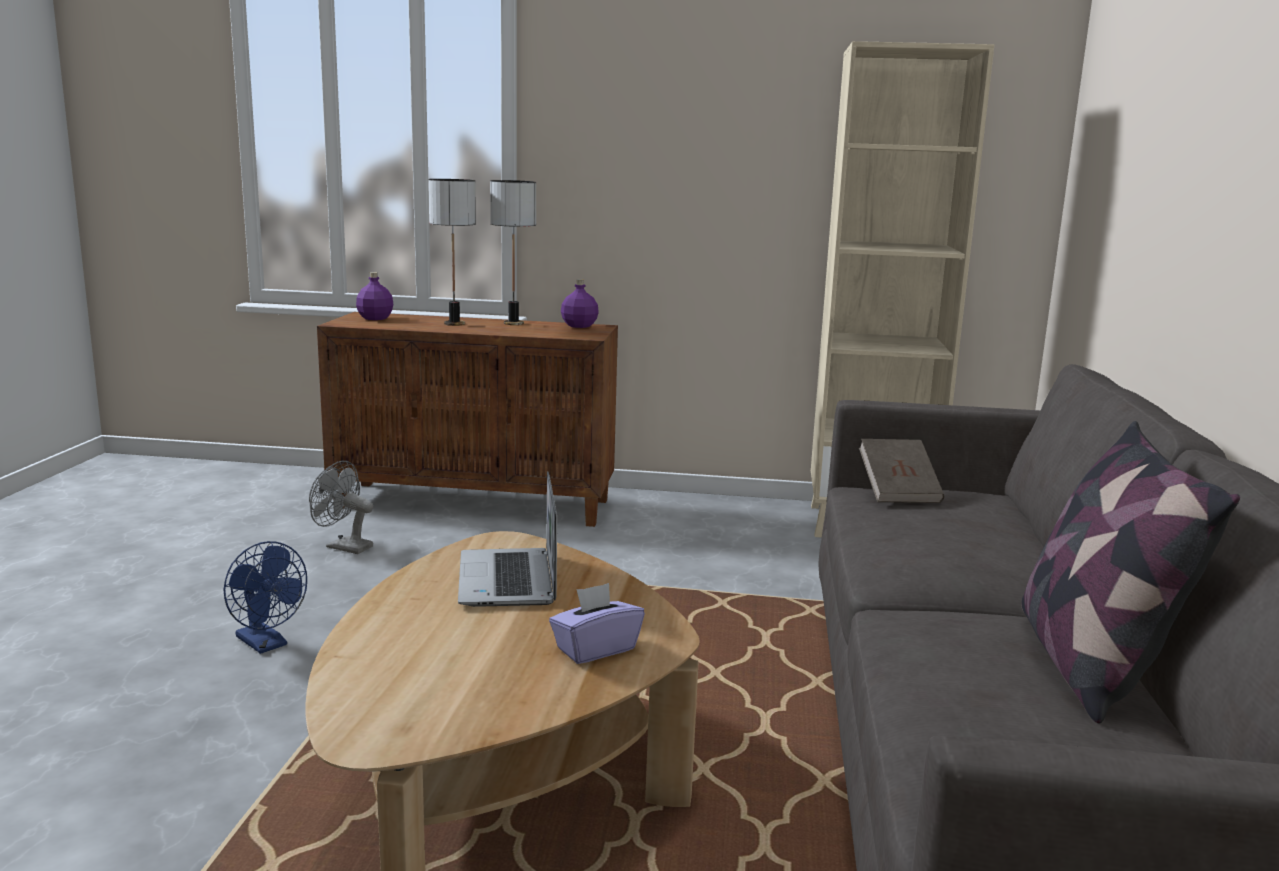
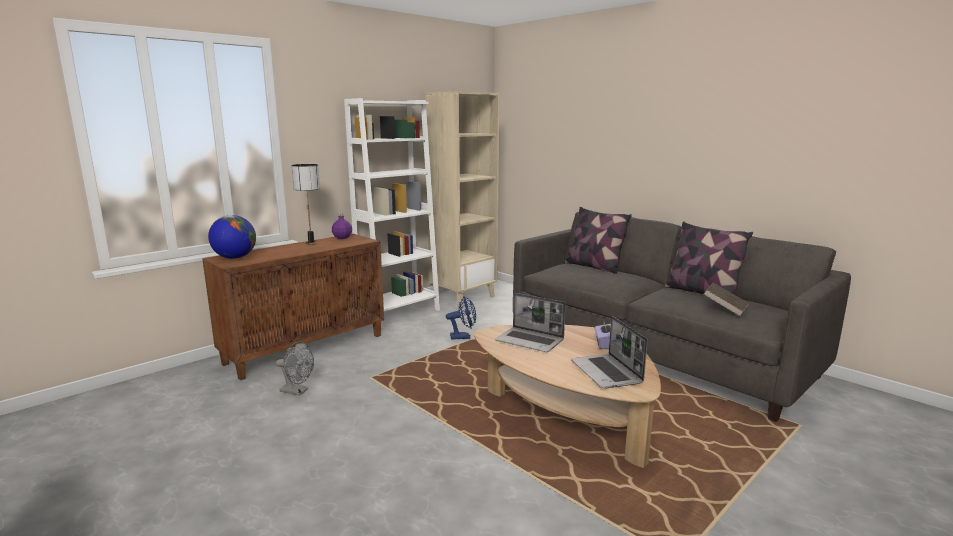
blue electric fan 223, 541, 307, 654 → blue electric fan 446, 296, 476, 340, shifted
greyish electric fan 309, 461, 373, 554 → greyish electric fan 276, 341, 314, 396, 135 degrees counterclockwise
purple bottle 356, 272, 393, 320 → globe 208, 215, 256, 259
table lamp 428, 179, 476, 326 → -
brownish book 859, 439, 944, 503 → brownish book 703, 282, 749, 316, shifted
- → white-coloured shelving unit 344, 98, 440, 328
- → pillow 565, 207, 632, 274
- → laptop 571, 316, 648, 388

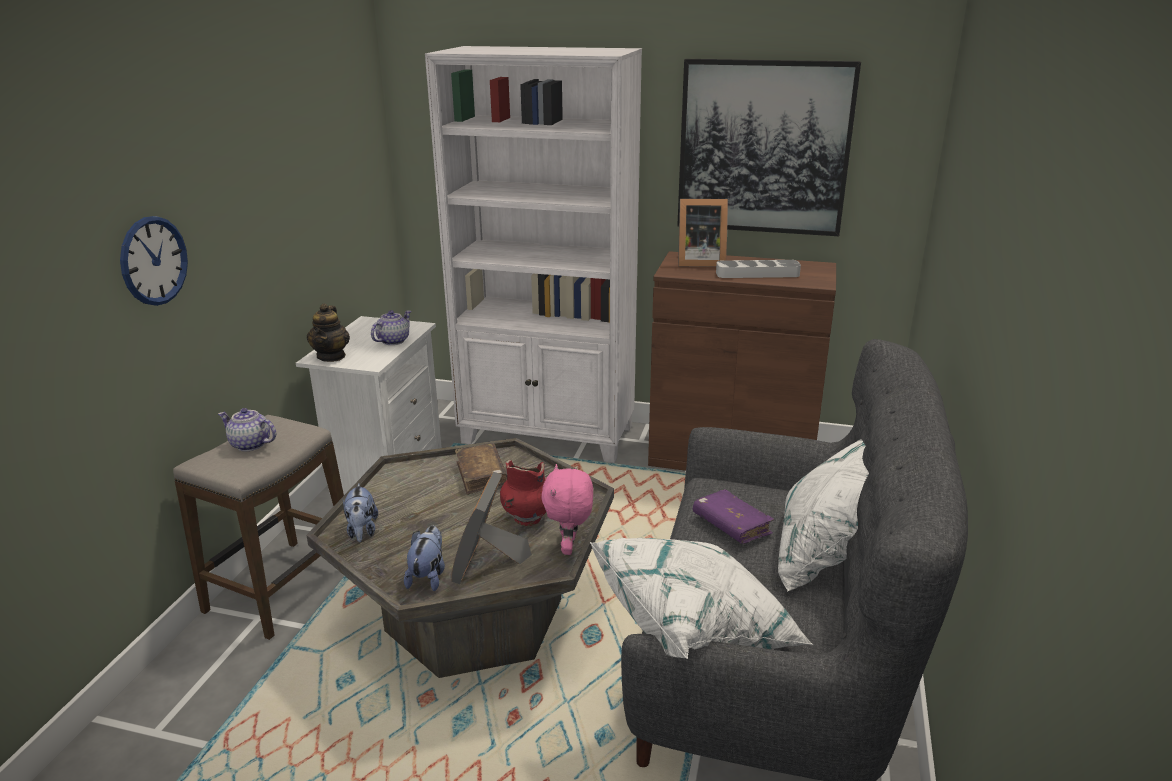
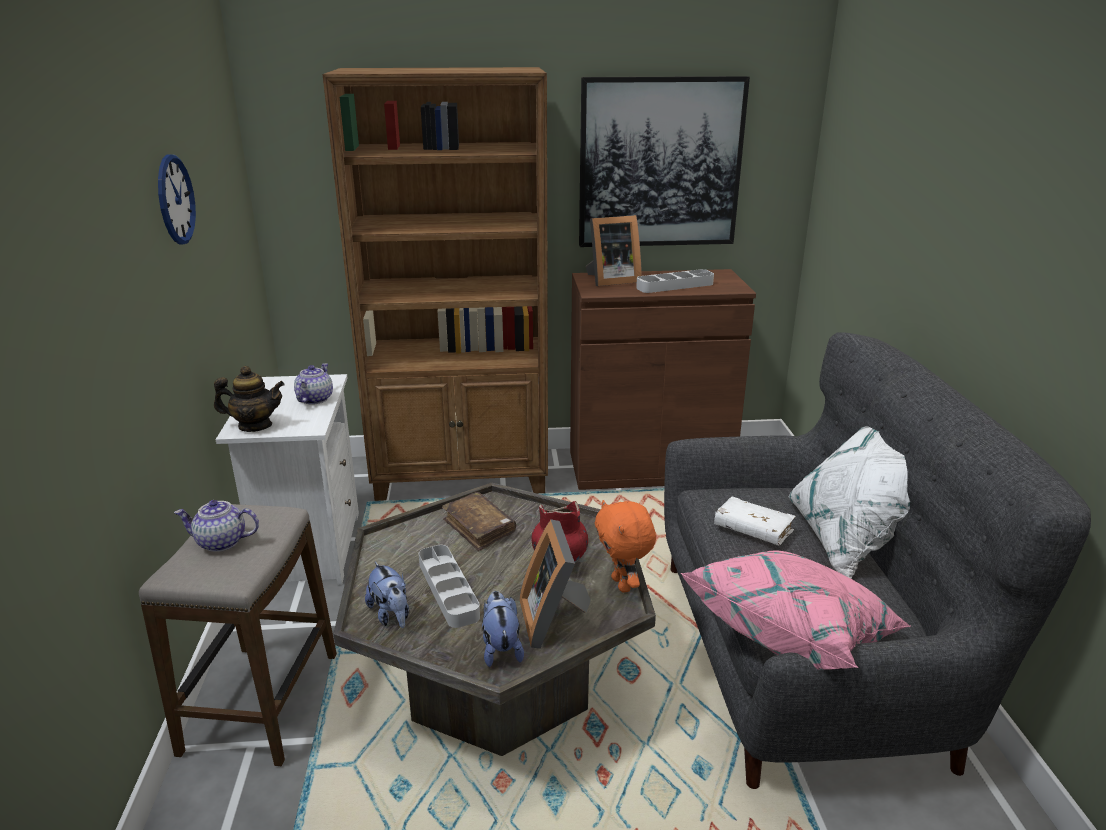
clock on the wall 120, 216, 188, 306 → clock on the wall 158, 155, 196, 245, shifted
tea pot 307, 303, 350, 362 → tea pot 214, 366, 285, 432, 75 degrees counterclockwise
white-coloured shelving unit 425, 46, 642, 463 → brownish shelving unit 322, 67, 548, 501
pink plush toy 541, 464, 593, 555 → orange plush toy 595, 500, 656, 592
white-coloured pillow 590, 538, 813, 659 → pink pillow 680, 551, 911, 670
purple book 693, 489, 774, 544 → white-coloured book 714, 496, 796, 545
- → greyish carrying tray 419, 545, 480, 628

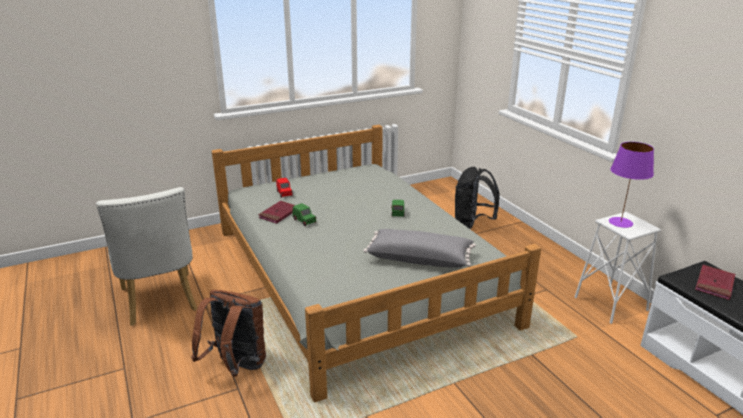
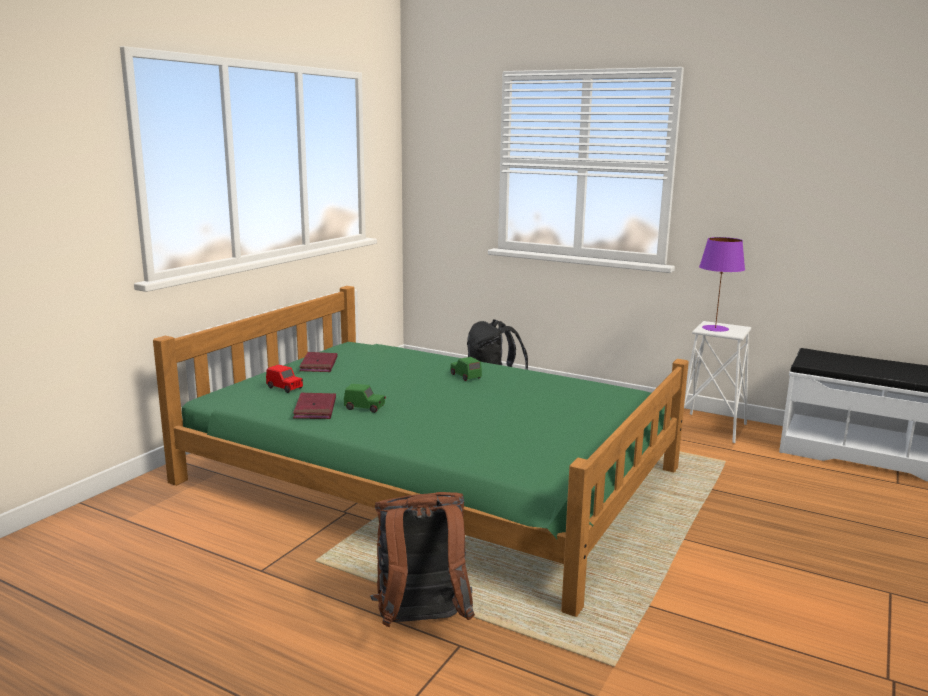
white-coloured upright chair 96, 187, 197, 326 → -
greyish bedroom bed 212, 125, 541, 402 → green bedroom bed 153, 286, 689, 617
greyish pillow 363, 229, 476, 268 → -
red book 695, 265, 735, 300 → red book 299, 352, 337, 372, shifted

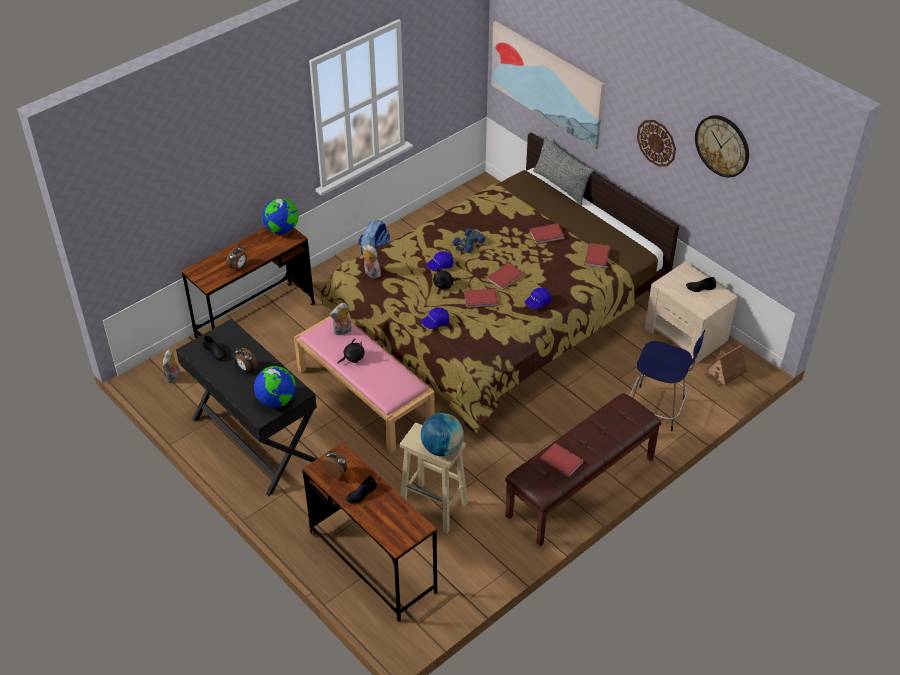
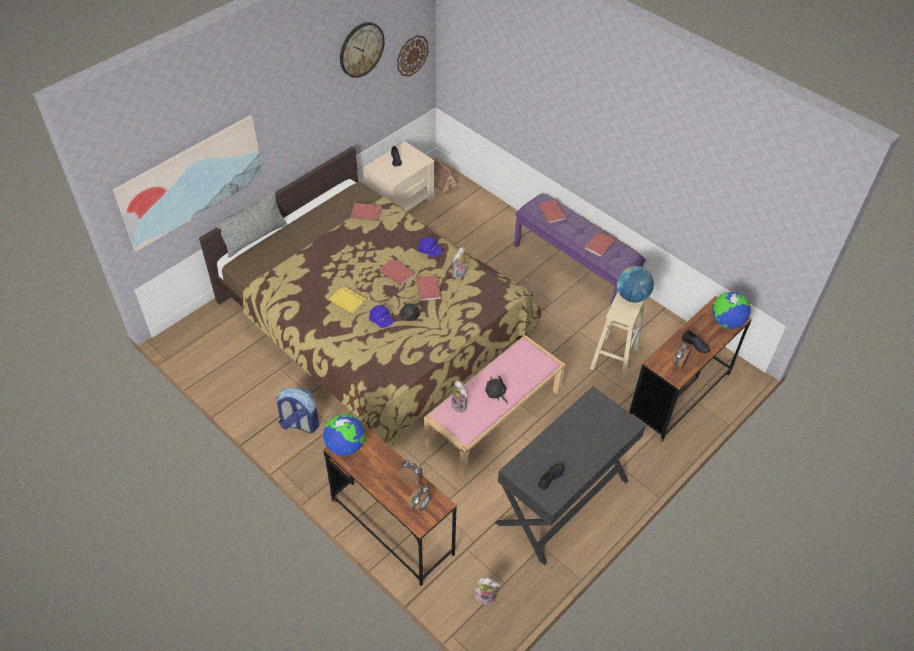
bedside clock 235, 346, 258, 372 → bedside clock 408, 485, 431, 512, shifted
globe 254, 366, 296, 408 → globe 712, 292, 751, 329, shifted
plush toy 362, 245, 381, 278 → plush toy 452, 247, 467, 278, shifted
blue baseball cap 421, 307, 449, 329 → -
blue model car 453, 228, 486, 253 → yellowish book 329, 286, 366, 314
brownish bench 505, 393, 662, 546 → purple bench 514, 194, 646, 307
red book 529, 224, 565, 244 → red book 538, 200, 567, 223, shifted
blue stool 629, 330, 705, 432 → -
clock on the wall 637, 120, 676, 166 → clock on the wall 397, 35, 428, 77, shifted

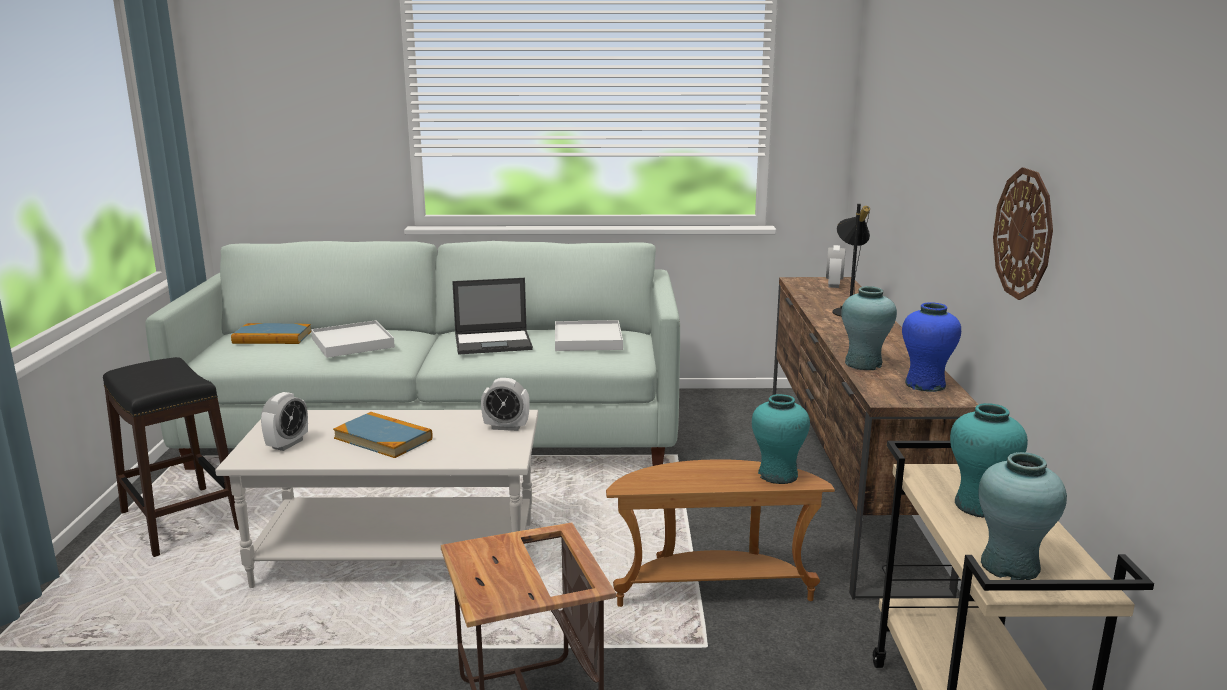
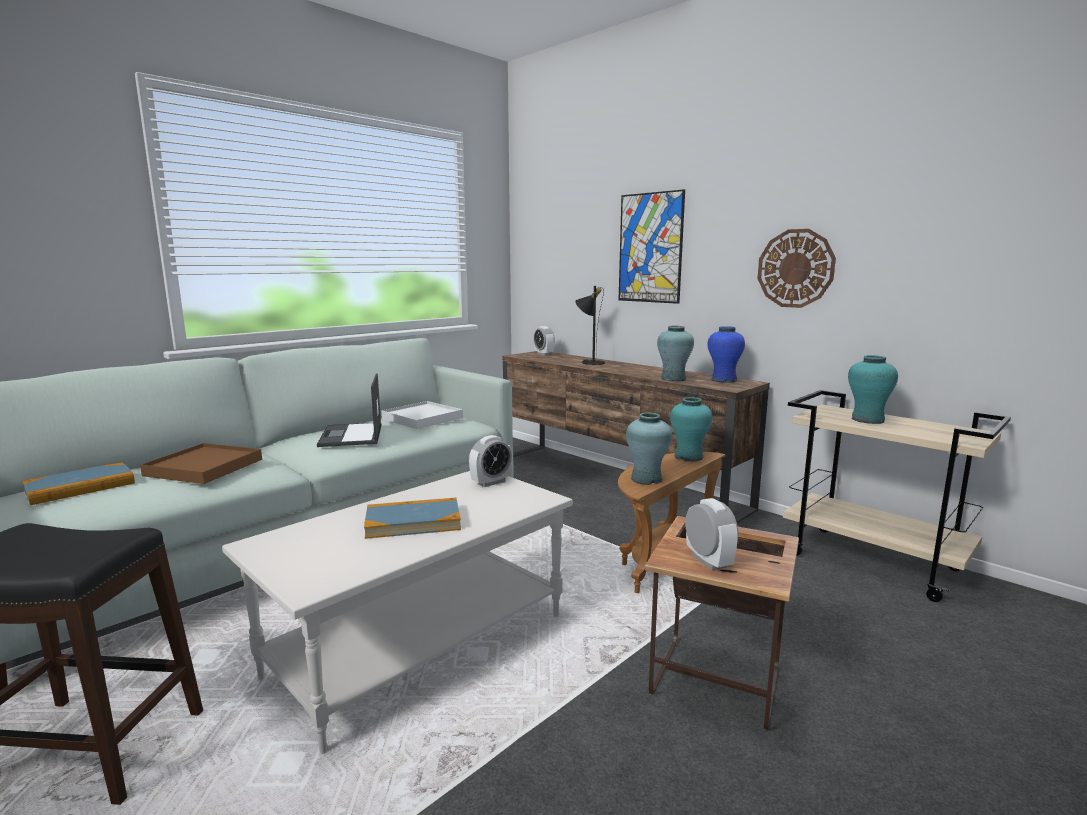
bedside clock 261, 392, 308, 451 → bedside clock 685, 498, 738, 571, shifted
white-coloured carrying tray 311, 320, 395, 358 → brownish carrying tray 140, 443, 262, 484
laptop 452, 278, 533, 355 → laptop 317, 373, 381, 447, 135 degrees clockwise
turquoise-coloured flower vase 978, 452, 1067, 580 → turquoise-coloured flower vase 626, 412, 672, 485, shifted
- → wall picture 619, 189, 685, 304

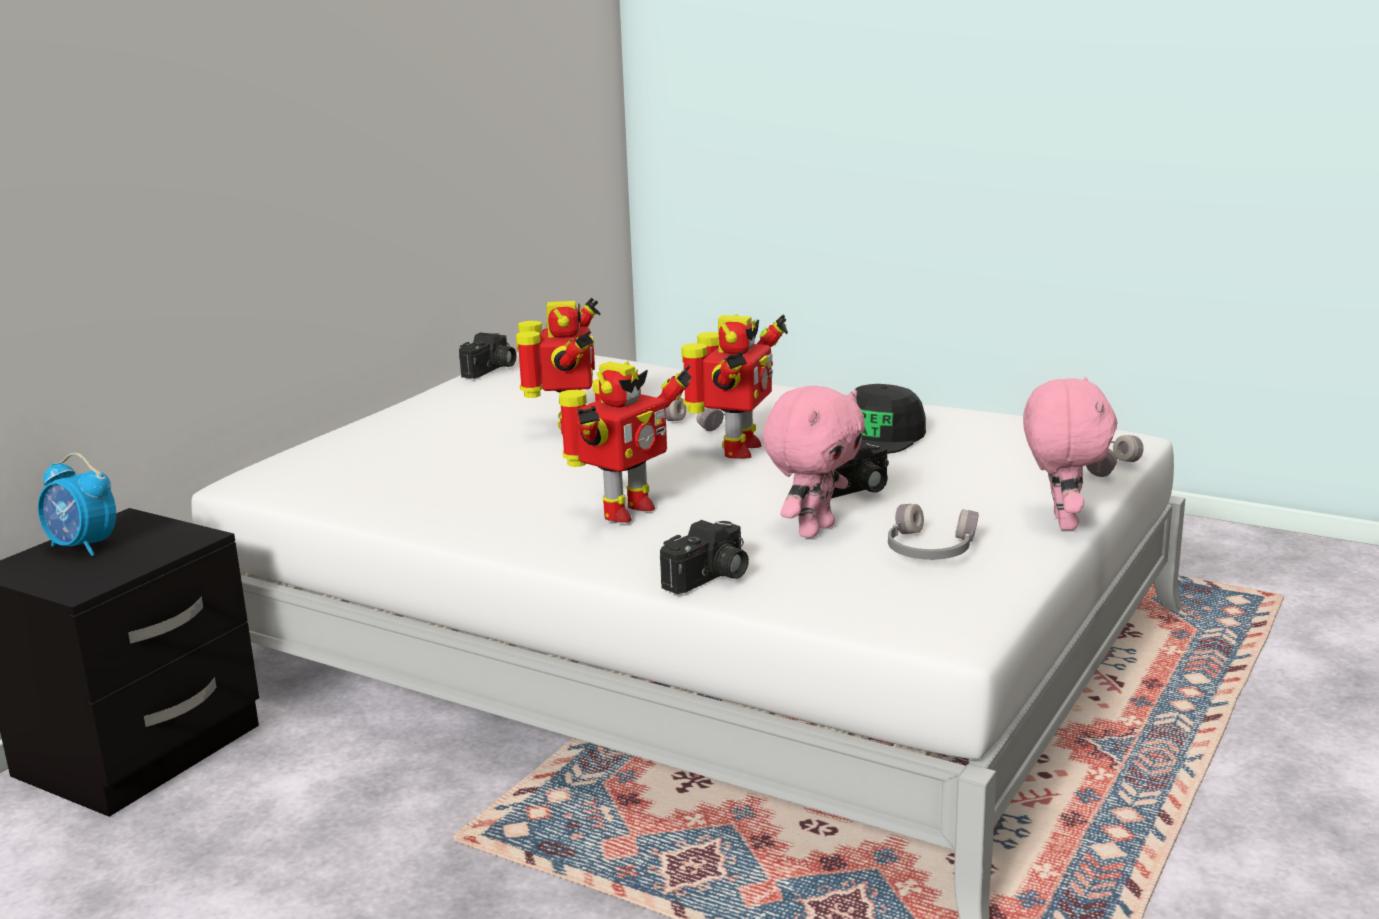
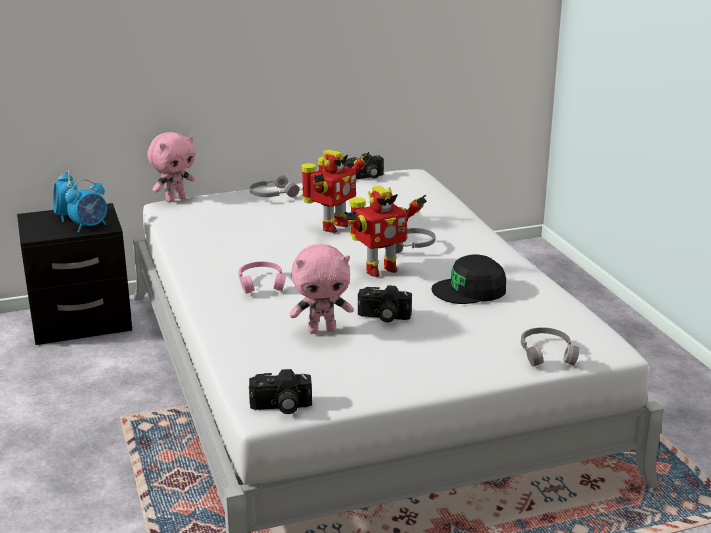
robot figure 559, 361, 692, 523 → pink pair of headphones 238, 262, 286, 294
photo camera 660, 520, 749, 594 → photo camera 249, 369, 312, 414, shifted
greyish pair of headphones 888, 504, 979, 560 → greyish pair of headphones 250, 175, 299, 197, shifted
pink plush toy 1023, 377, 1117, 530 → pink plush toy 147, 132, 196, 203, shifted
- → bedside clock 65, 179, 107, 232

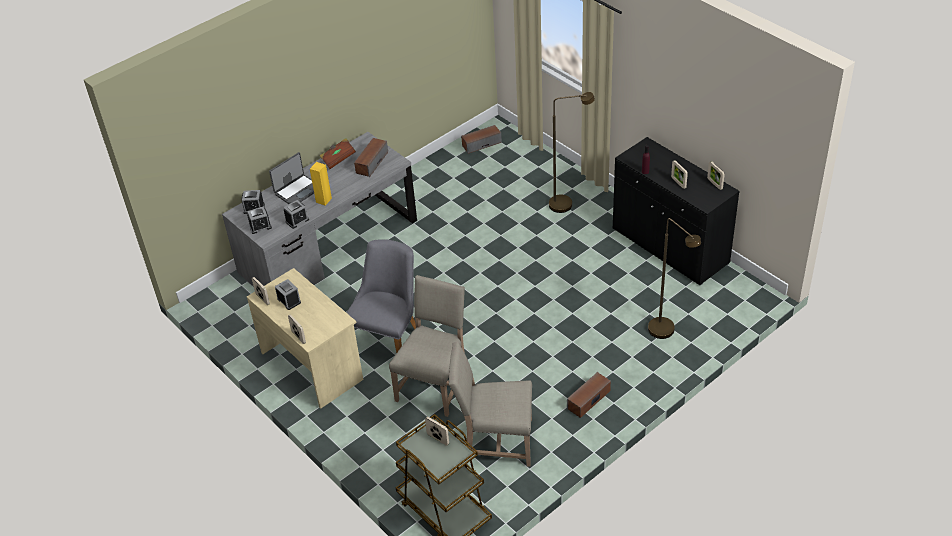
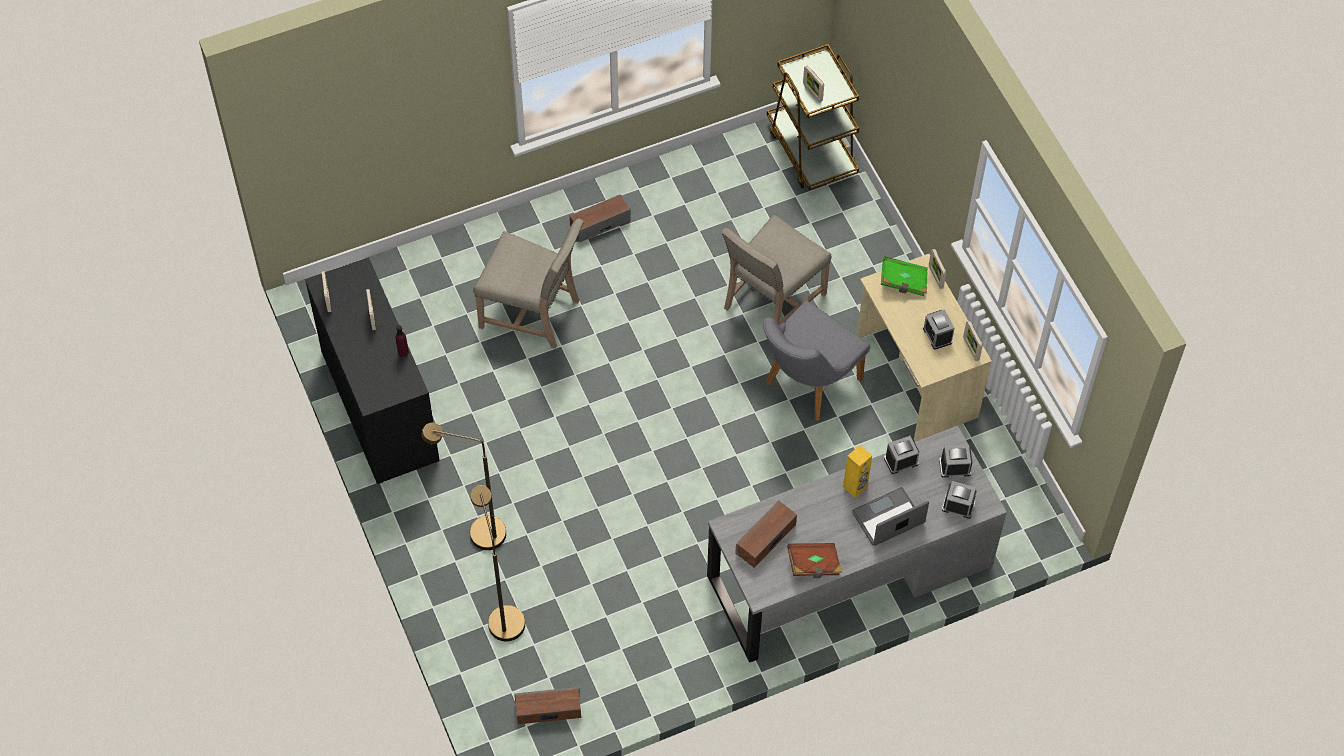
sand-coloured upright chair 449, 342, 532, 466 → sand-coloured upright chair 473, 218, 584, 349, shifted
brownish floor lamp 648, 218, 701, 339 → brownish floor lamp 470, 485, 525, 641, shifted
- → green book 881, 256, 928, 296

